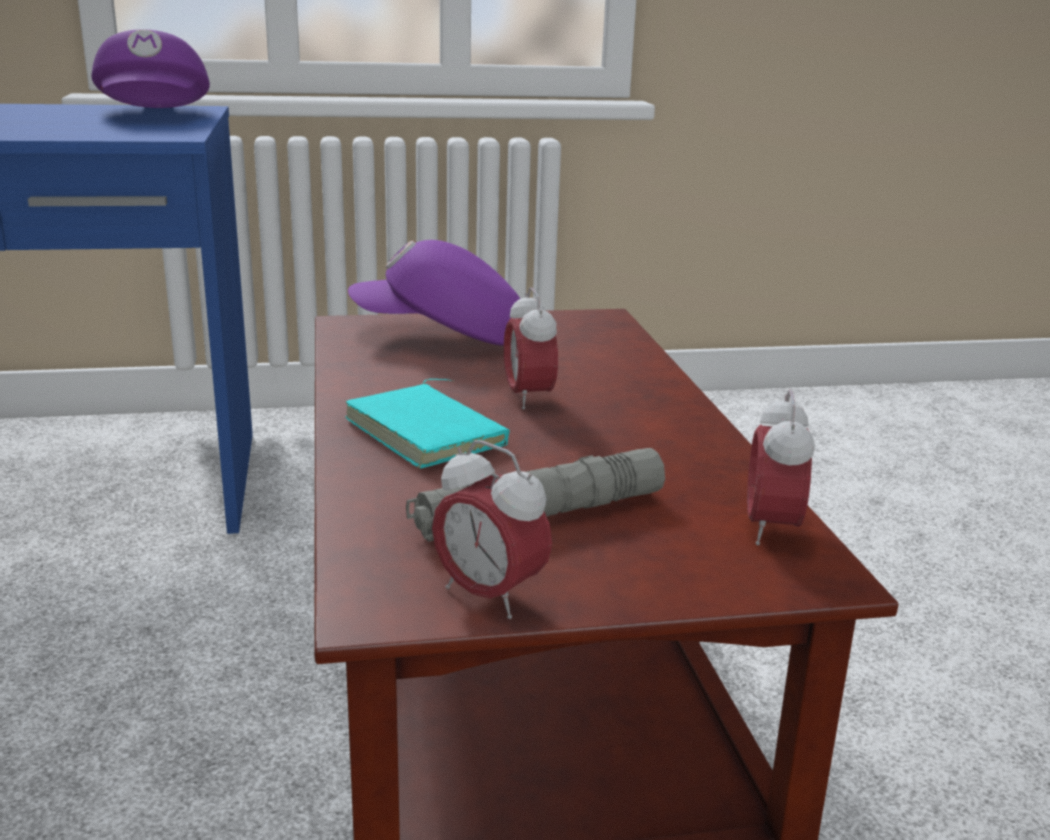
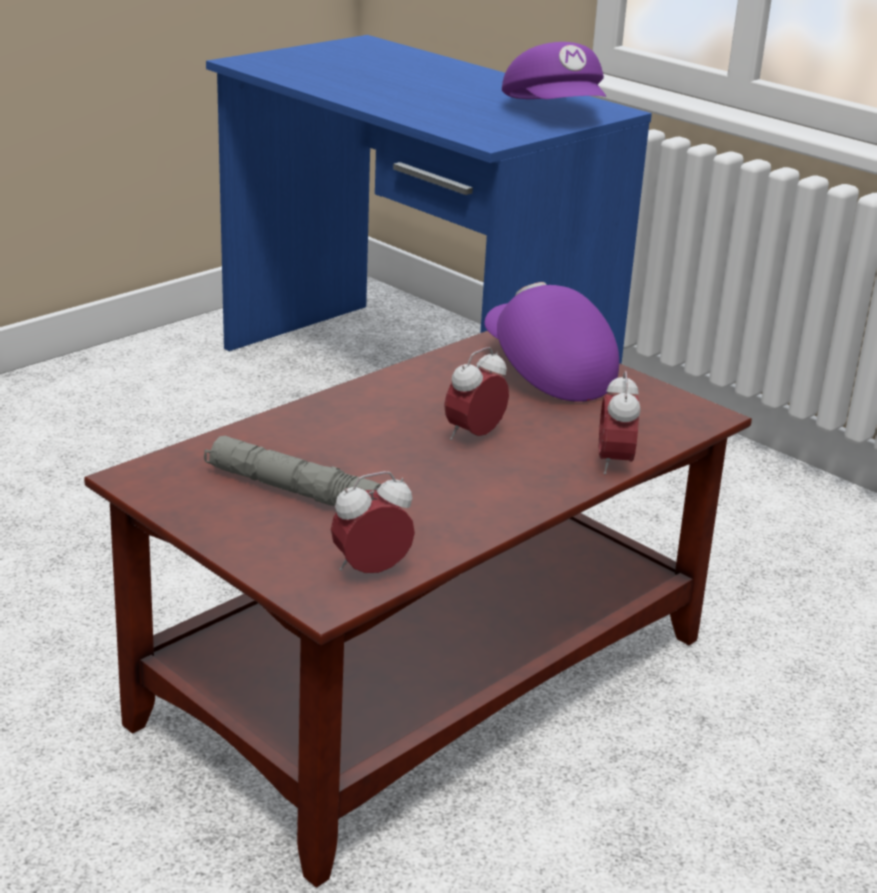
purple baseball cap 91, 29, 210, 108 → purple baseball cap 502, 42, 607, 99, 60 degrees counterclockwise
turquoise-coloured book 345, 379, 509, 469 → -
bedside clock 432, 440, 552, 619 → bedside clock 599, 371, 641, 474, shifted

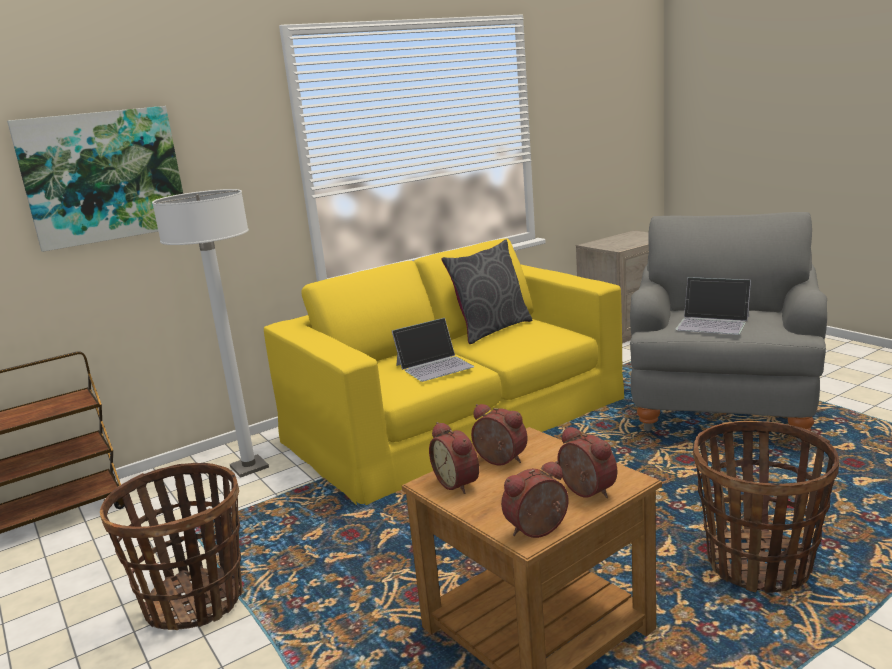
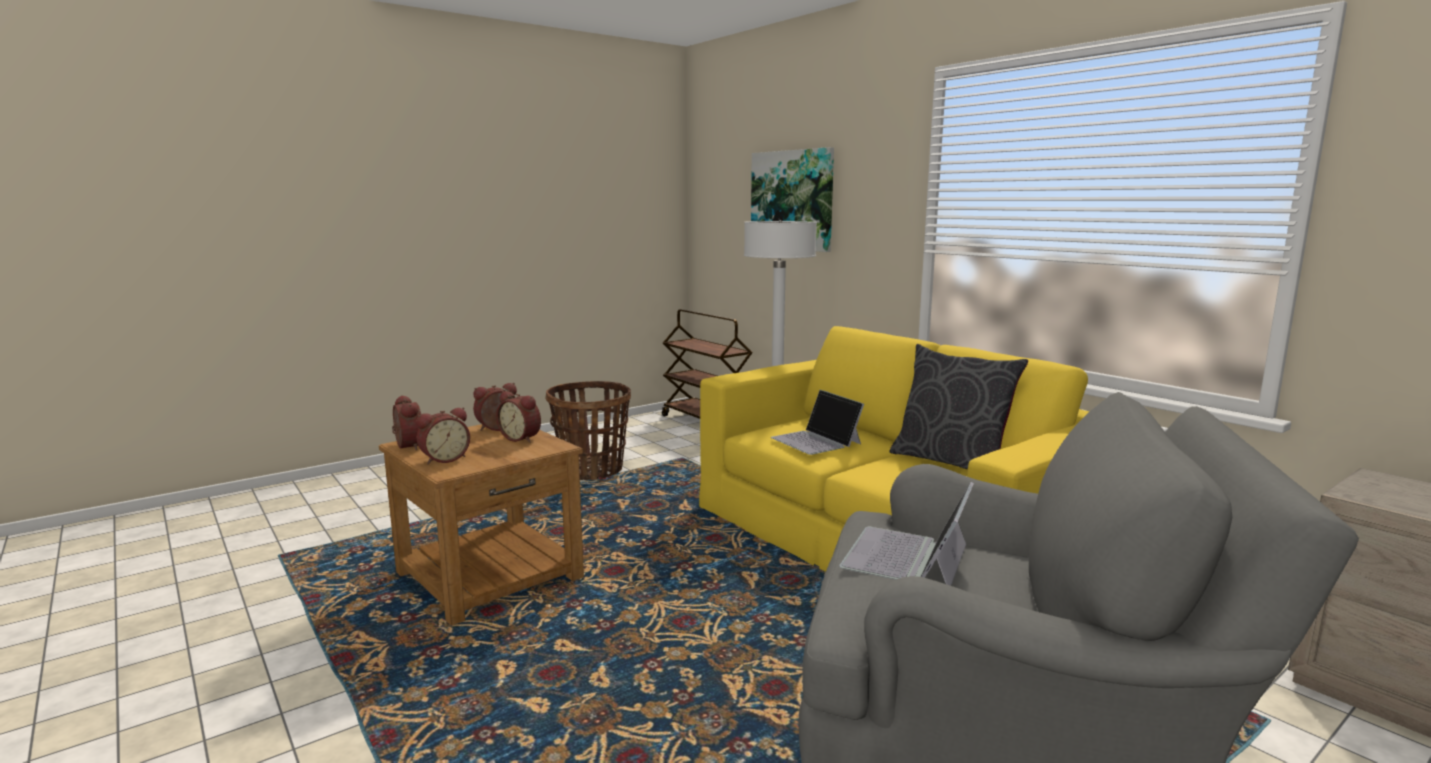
bedside clock 471, 404, 528, 466 → bedside clock 496, 391, 541, 443, 90 degrees clockwise
household basket 693, 421, 839, 593 → -

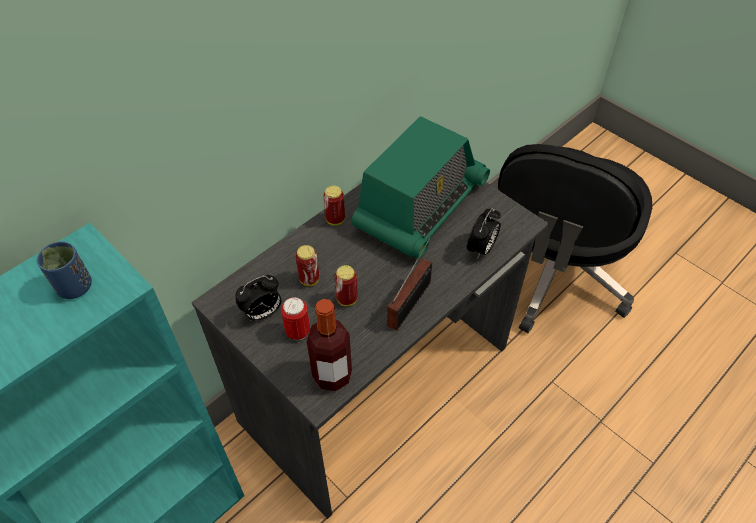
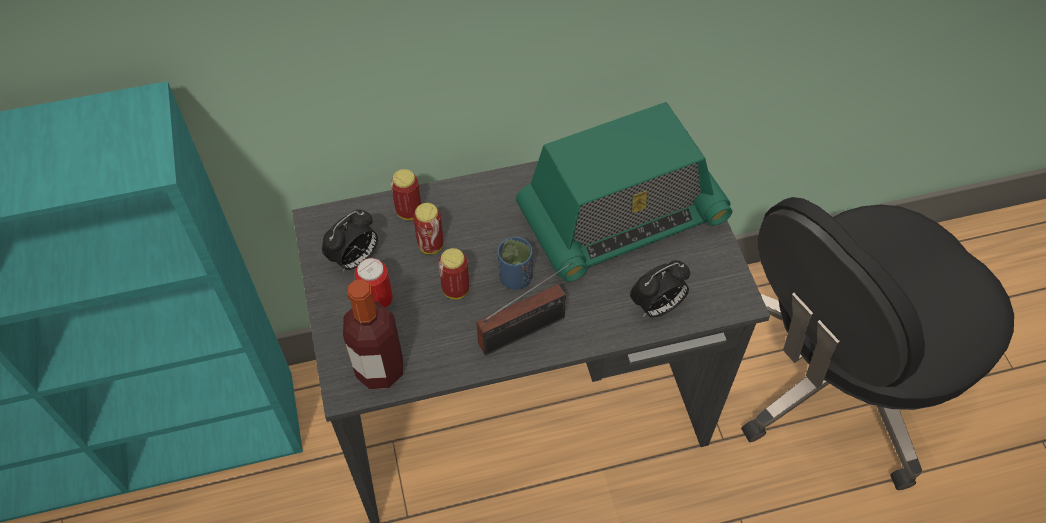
blue cup 37, 241, 92, 299 → blue cup 498, 237, 533, 290, shifted
bedside clock 235, 275, 281, 321 → bedside clock 322, 210, 378, 272, 45 degrees counterclockwise
metal can 323, 185, 345, 225 → metal can 391, 169, 421, 220, shifted

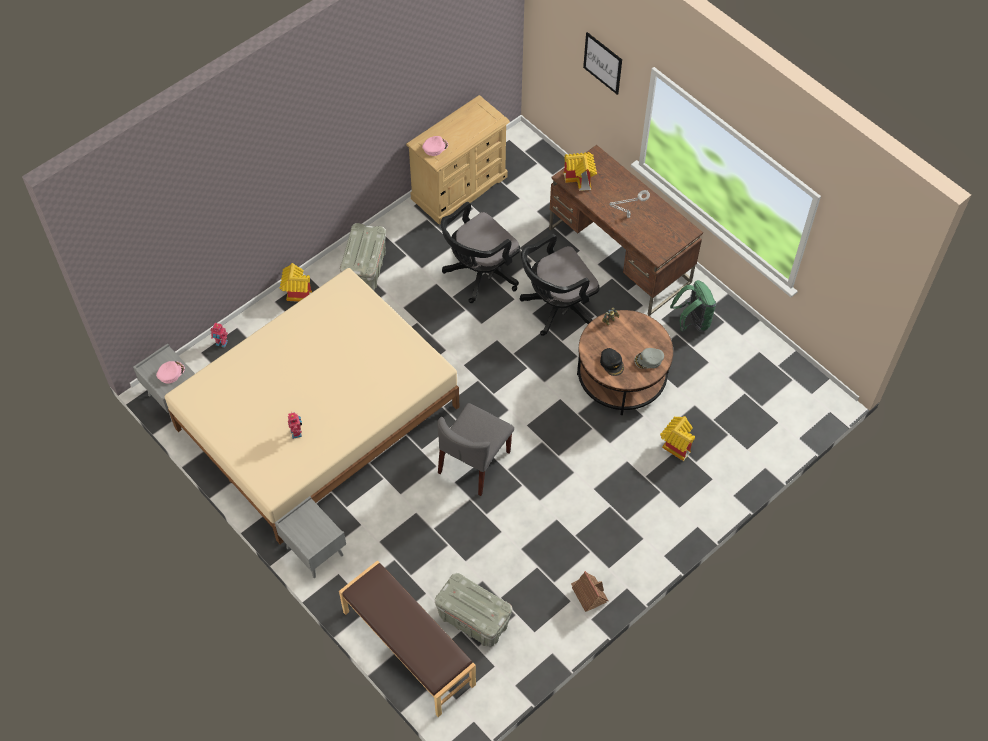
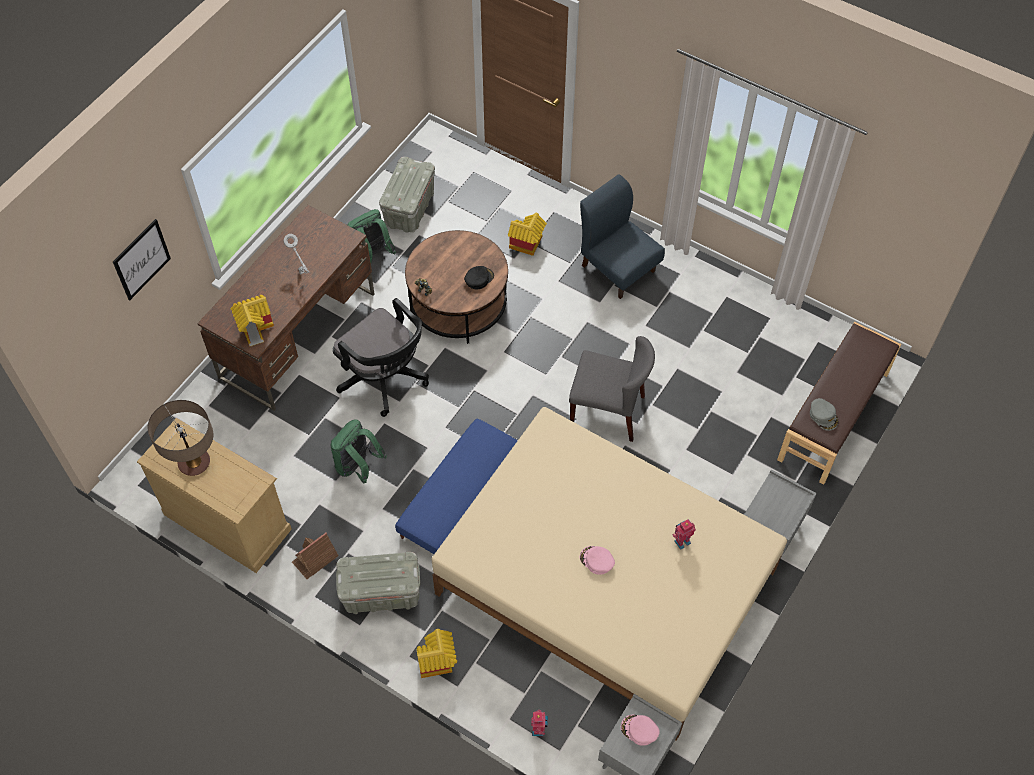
pink baseball cap 422, 136, 448, 156 → pink baseball cap 580, 546, 615, 575, shifted
greyish storage box 435, 573, 512, 647 → greyish storage box 379, 157, 435, 233, shifted
black-coloured desk chair 441, 202, 520, 303 → green backpack 330, 420, 387, 484
toy house 571, 571, 608, 612 → toy house 292, 533, 339, 579, shifted
greyish baseball cap 634, 348, 664, 369 → greyish baseball cap 810, 398, 839, 431, shifted
- → table lamp 148, 400, 213, 476
- → blue footrest 395, 419, 518, 554
- → blue upright chair 580, 174, 665, 299

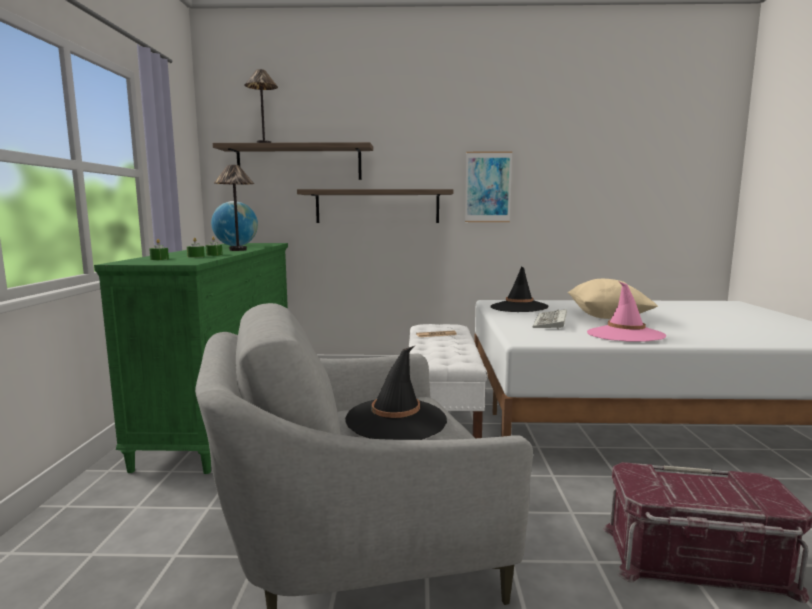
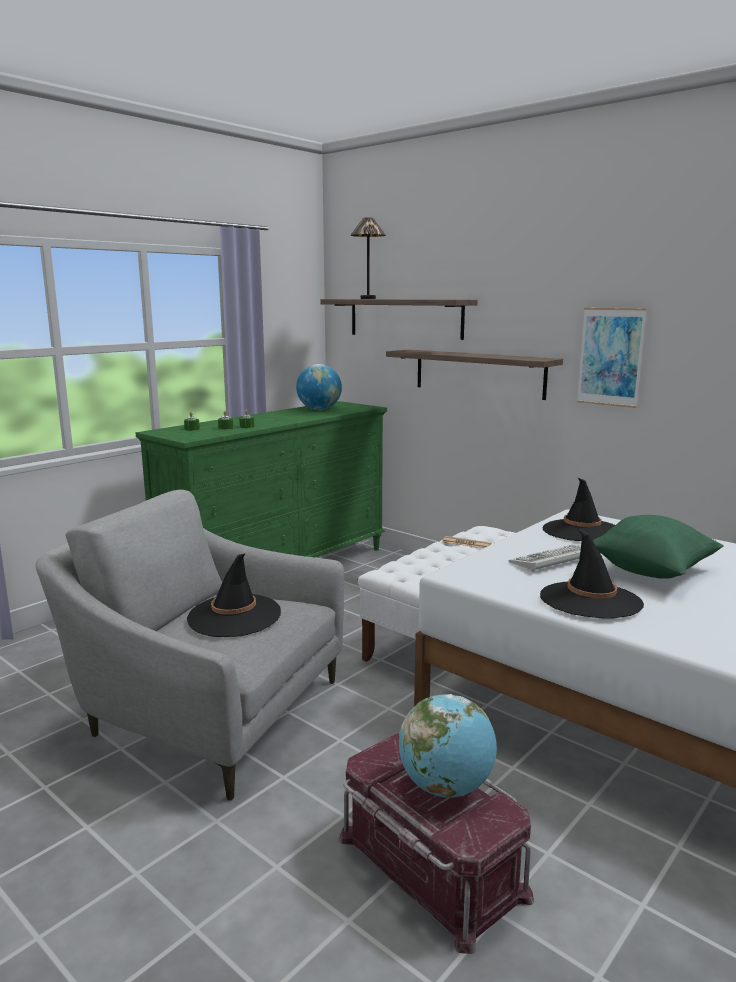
table lamp 214, 165, 254, 251 → -
sand-coloured pillow 568, 279, 658, 319 → green pillow 593, 515, 724, 579
pink wearable hat 587, 282, 666, 342 → black-coloured wearable hat 540, 528, 644, 619
- → globe 399, 694, 497, 798

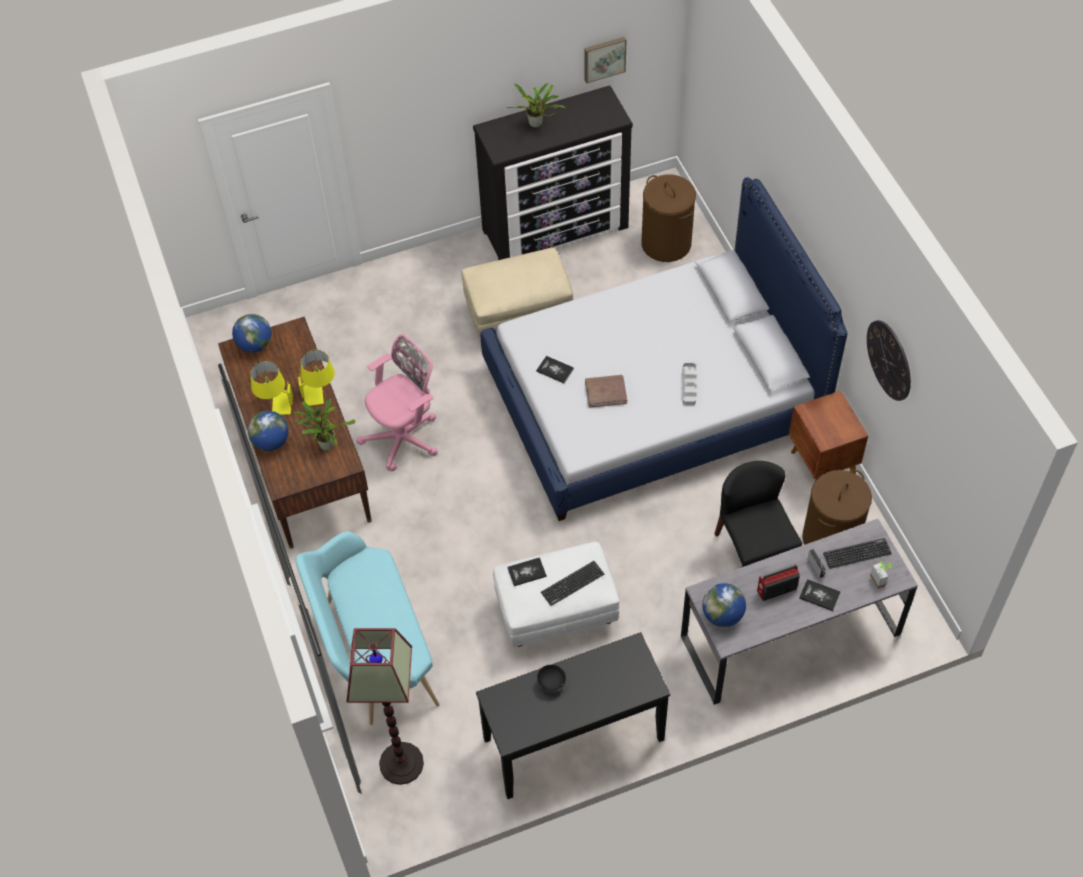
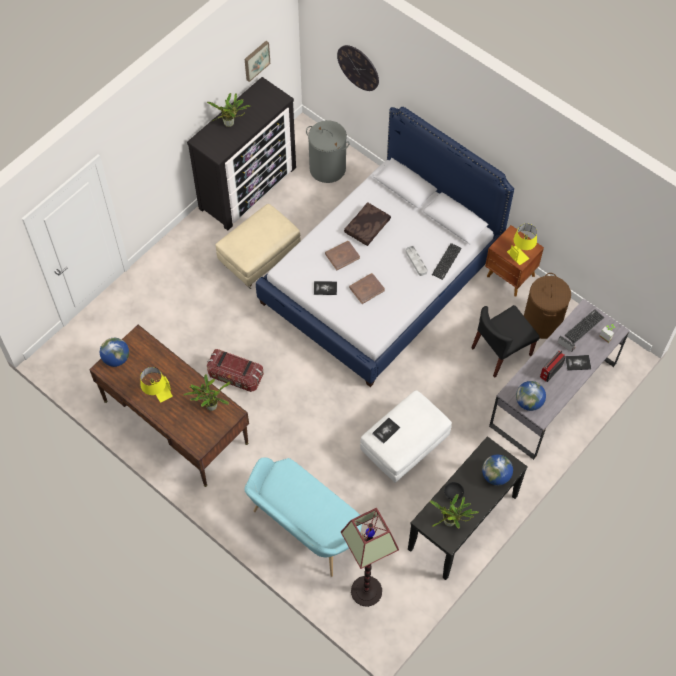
globe 248, 411, 289, 451 → globe 482, 455, 513, 485, shifted
yellowish table lamp 298, 350, 335, 406 → yellowish table lamp 507, 224, 537, 265, shifted
pink desk chair 356, 334, 438, 471 → storage box 207, 349, 264, 392
keyboard 541, 561, 604, 606 → keyboard 432, 243, 462, 280, shifted
brownish hamper 641, 174, 696, 262 → greyish hamper 306, 120, 350, 183
black-coloured upright chair 714, 461, 802, 567 → black-coloured upright chair 471, 305, 540, 378, 75 degrees counterclockwise
clock on the wall 867, 320, 911, 401 → clock on the wall 337, 45, 379, 91, shifted
- → brownish book 325, 241, 360, 270
- → brownish pillow 344, 202, 391, 246
- → potted plant 430, 494, 479, 529

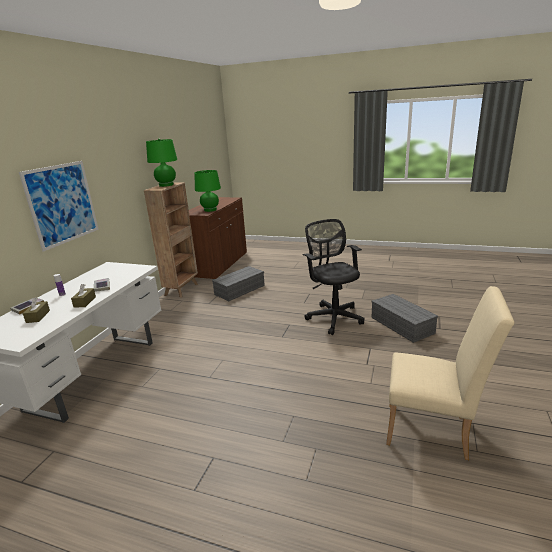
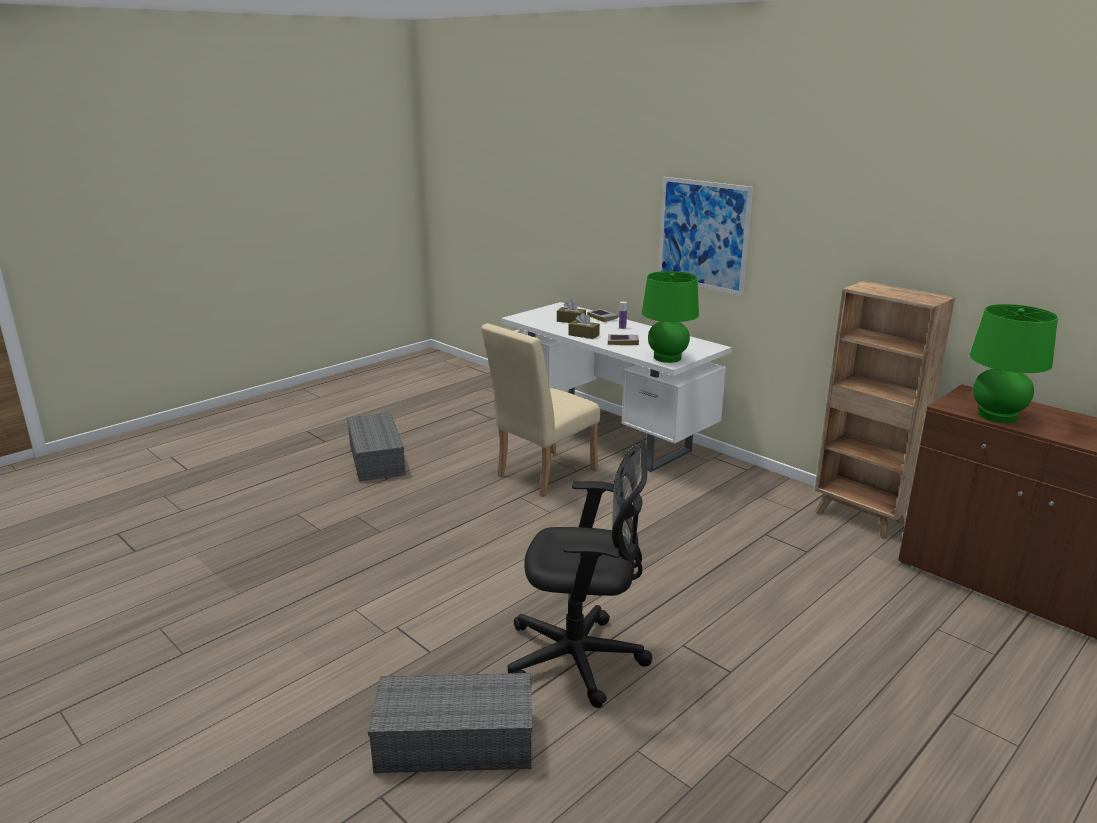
green table lamp 146, 139, 177, 187 → green table lamp 642, 271, 699, 363, shifted
greyish storage box 212, 266, 265, 301 → greyish storage box 347, 412, 406, 482, shifted
sand-coloured upright chair 386, 286, 515, 460 → sand-coloured upright chair 481, 323, 600, 497, shifted

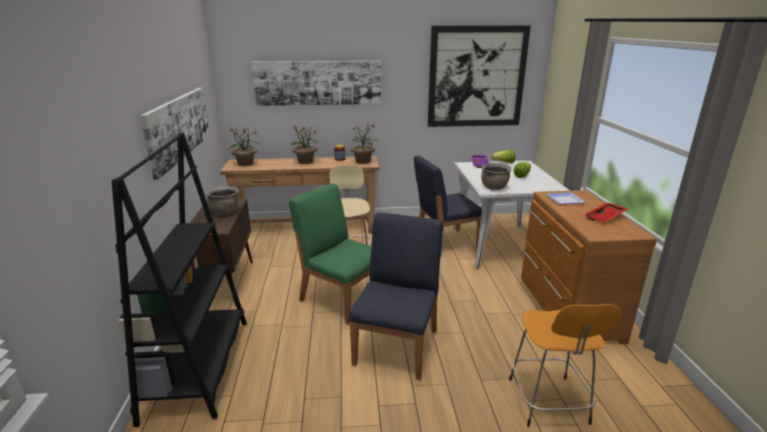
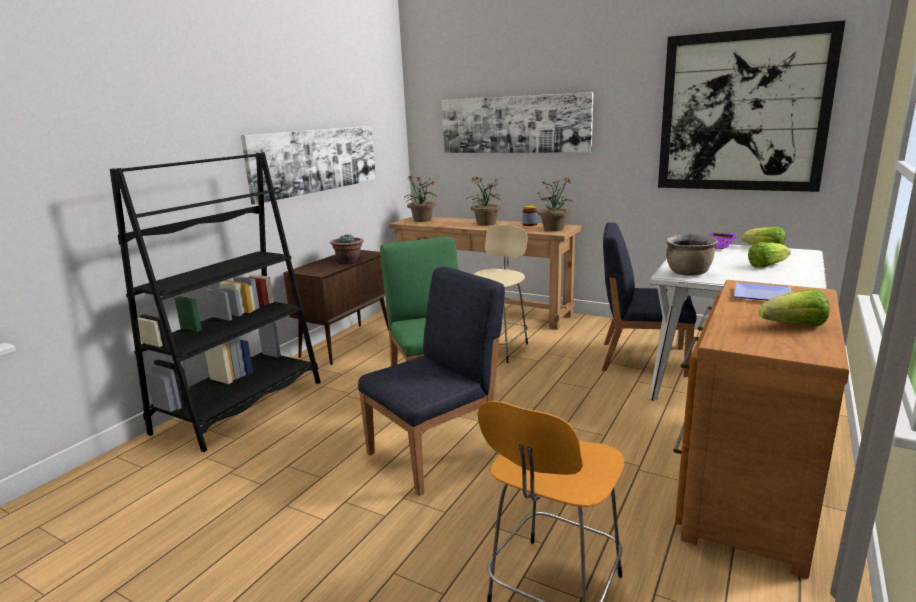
brownish saucepot 205, 186, 239, 215 → potted plant 330, 234, 364, 262
red carrying tray 584, 202, 628, 222 → lettuce 758, 289, 830, 326

